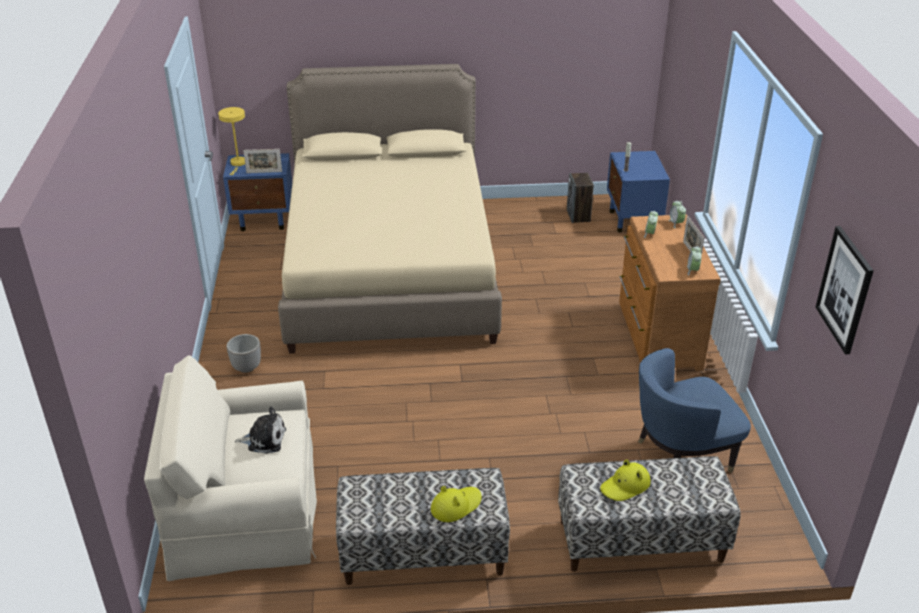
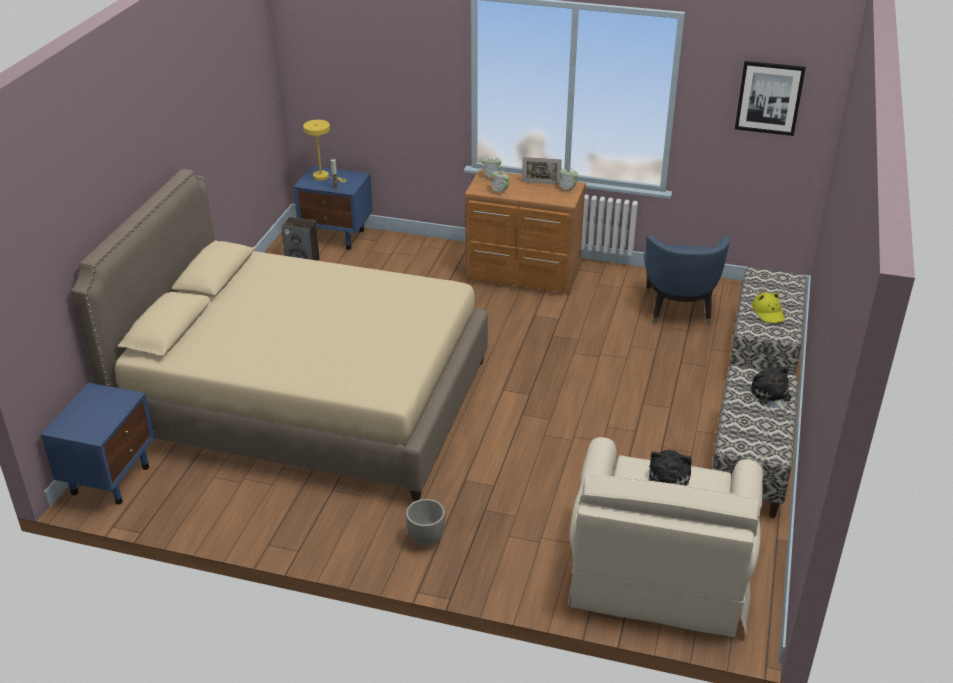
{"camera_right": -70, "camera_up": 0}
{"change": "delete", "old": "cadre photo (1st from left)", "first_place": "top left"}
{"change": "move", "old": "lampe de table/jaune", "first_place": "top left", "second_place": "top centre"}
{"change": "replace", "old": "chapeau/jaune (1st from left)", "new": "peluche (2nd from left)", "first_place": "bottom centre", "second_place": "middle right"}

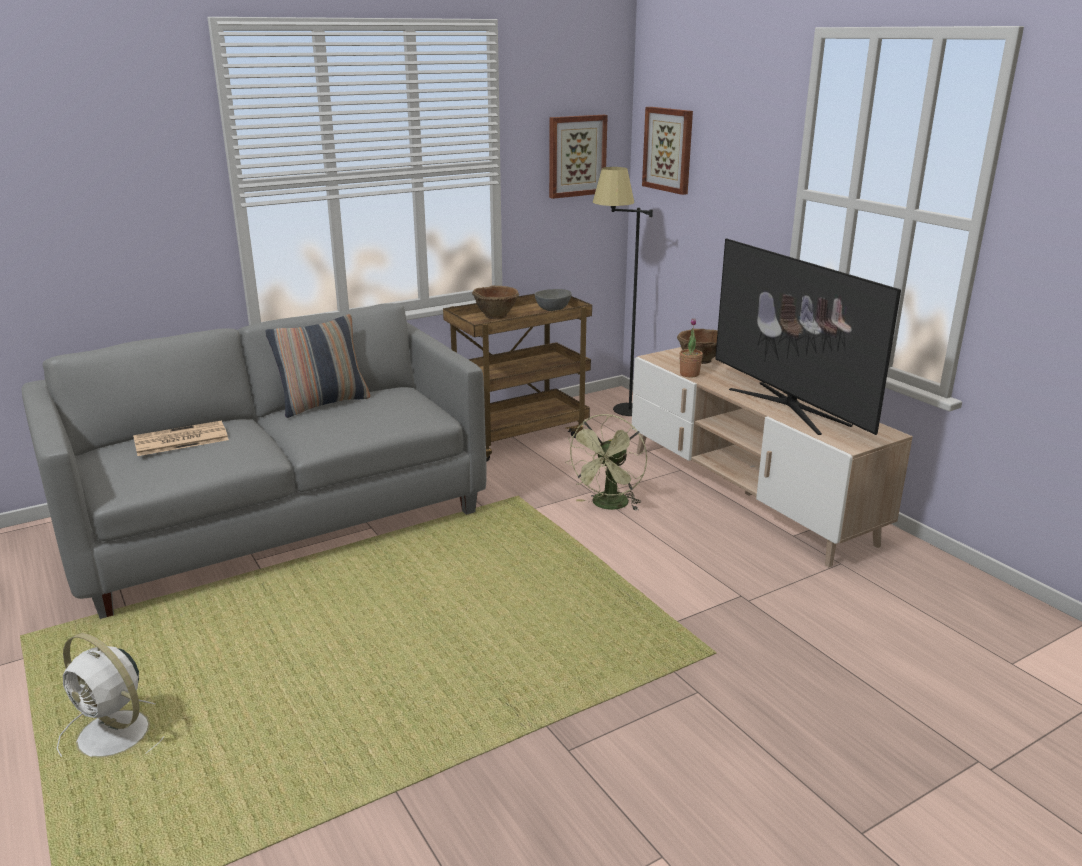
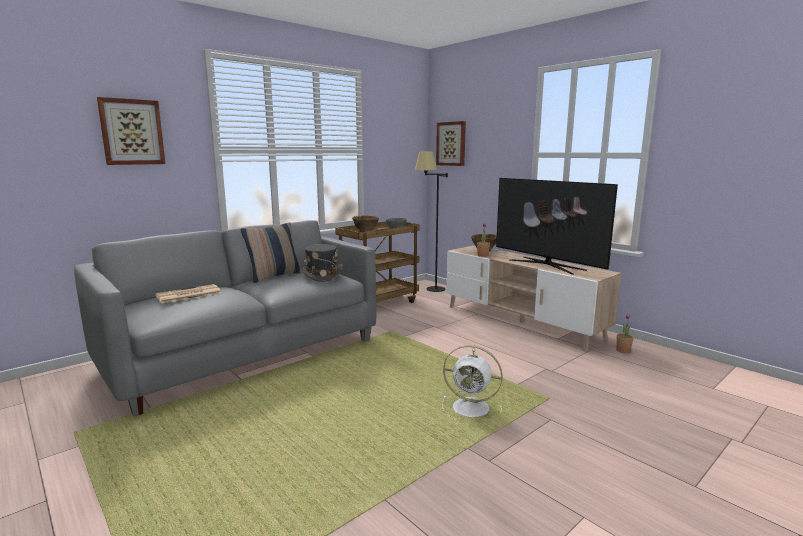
{"camera_right": -10, "camera_up": -10}
{"change": "delete", "old": "ventilateur/vert", "first_place": "centre"}
{"change": "insert", "new": "chapeau/gris", "second_place": "centre"}
{"change": "insert", "new": "plante en pot (2nd from left)", "second_place": "middle right"}
{"change": "move", "old": "ventilateur/blanc", "first_place": "bottom left", "second_place": "bottom centre"}
{"change": "move", "old": "tableau (1st from left)", "first_place": "top centre", "second_place": "top left"}

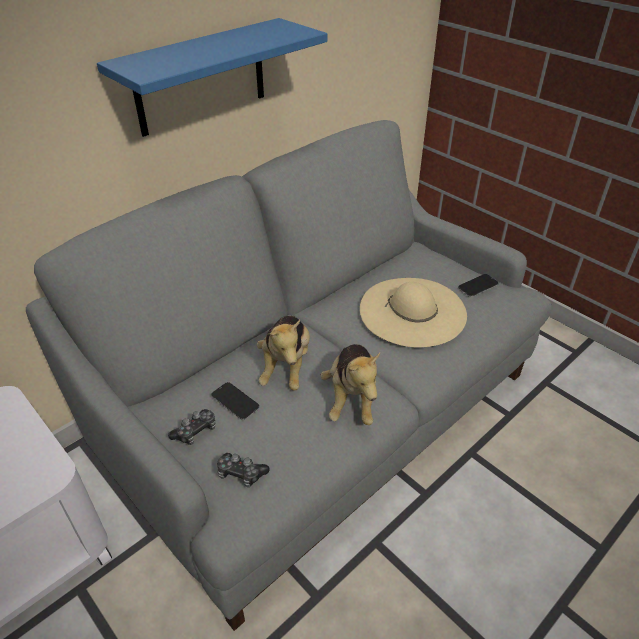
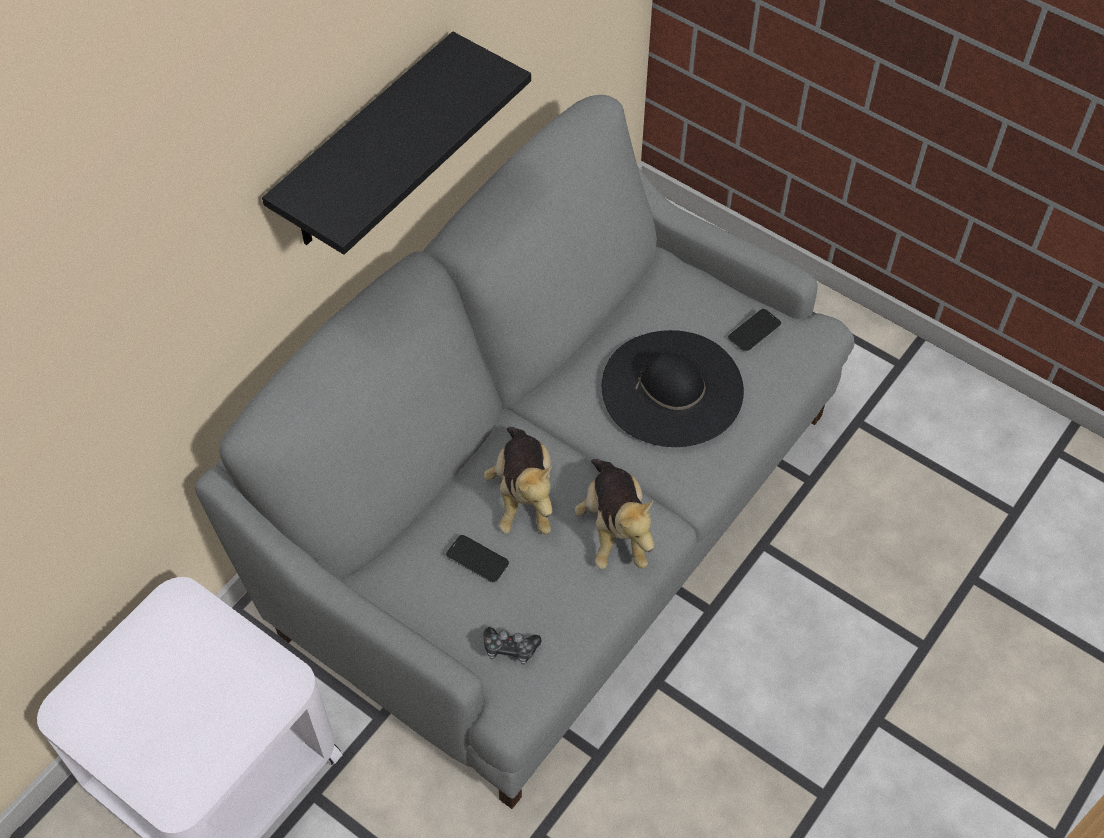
{"camera_right": -10, "camera_up": 15}
{"change": "delete", "old": "manette (1st from left)", "first_place": "bottom left"}
{"change": "recolor", "old": "étagère/bleu", "new": "étagère/noir", "first_place": "top left", "second_place": "top centre"}
{"change": "recolor", "old": "chapeau/beige", "new": "chapeau/noir", "first_place": "centre", "second_place": "centre"}

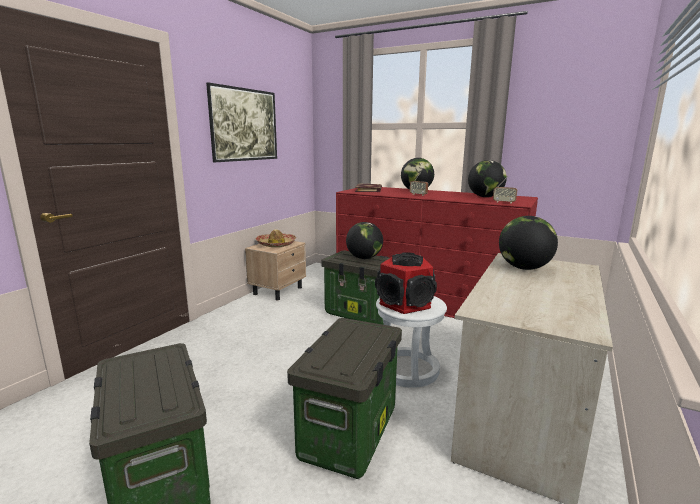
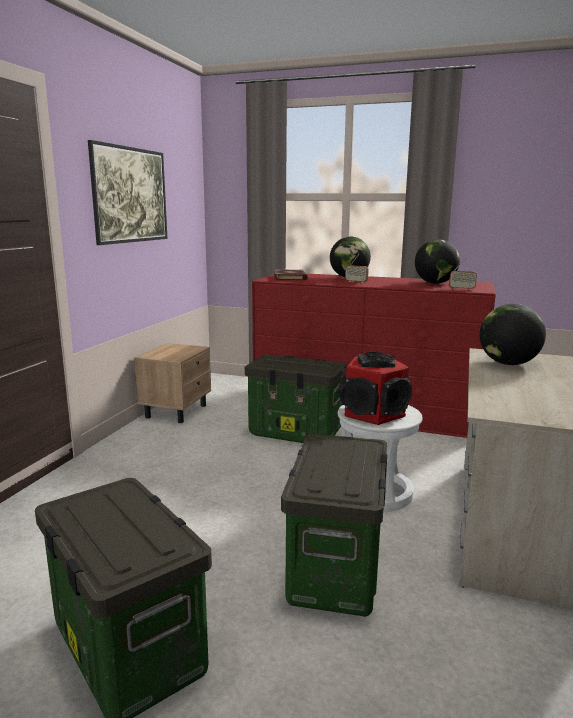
{"camera_right": -10, "camera_up": 0}
{"change": "delete", "old": "chapeau", "first_place": "centre"}
{"change": "delete", "old": "globe (1st from left)", "first_place": "centre"}

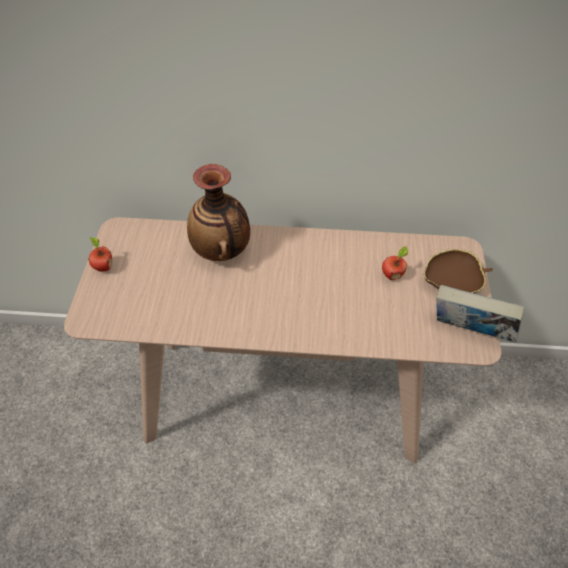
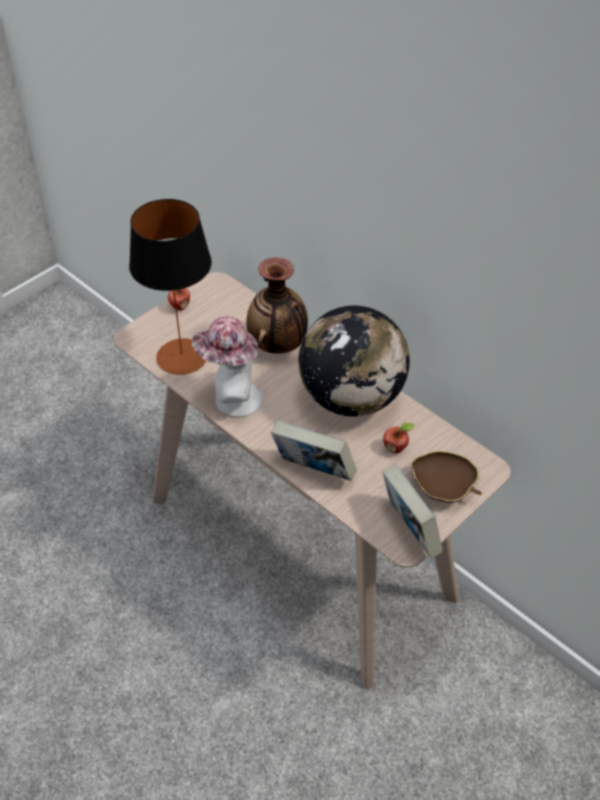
{"camera_right": 40, "camera_up": -5}
{"change": "insert", "new": "lampe de table", "second_place": "middle left"}
{"change": "insert", "new": "chapeau", "second_place": "centre"}
{"change": "insert", "new": "livre (1st from left)", "second_place": "centre"}
{"change": "insert", "new": "globe", "second_place": "centre"}

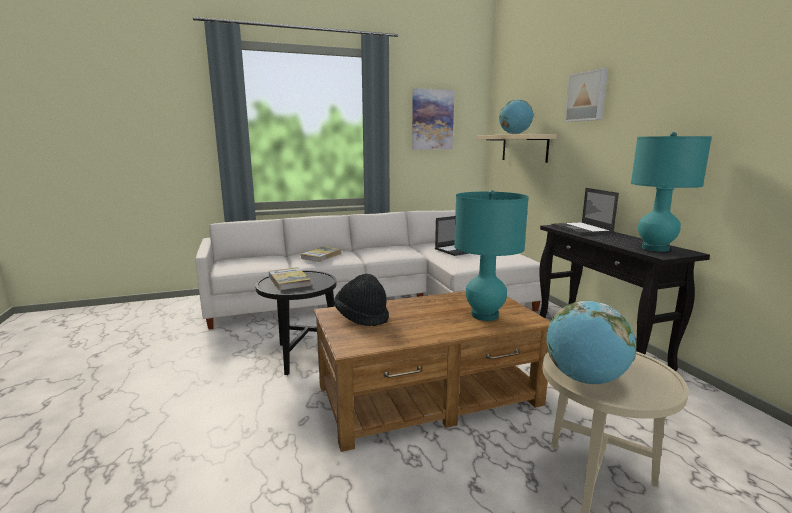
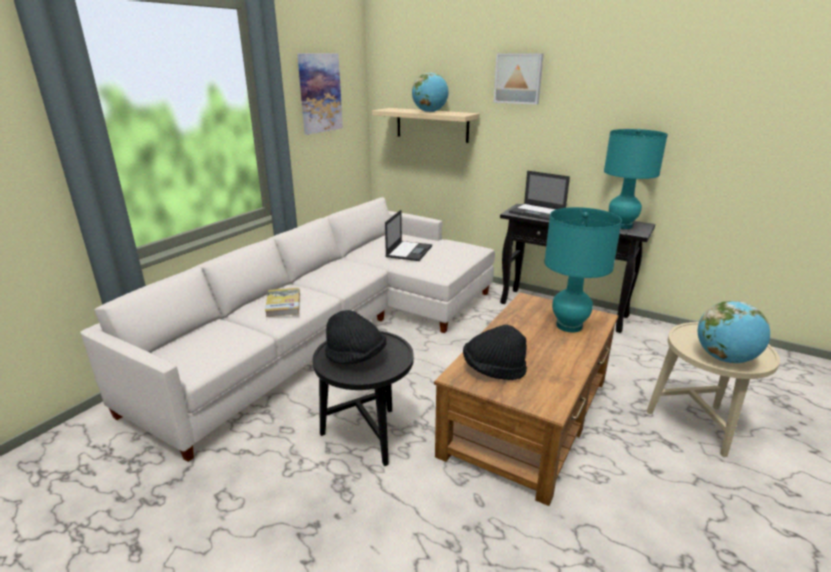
{"camera_right": -40, "camera_up": 10}
{"change": "replace", "old": "livre (1st from left)", "new": "chapeau/noir (1st from left)", "first_place": "centre", "second_place": "centre"}

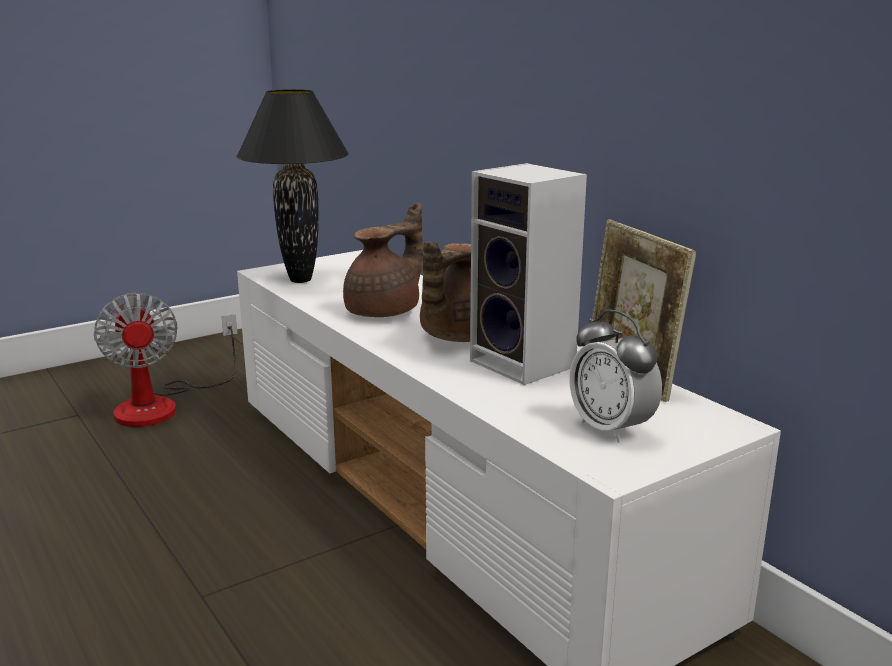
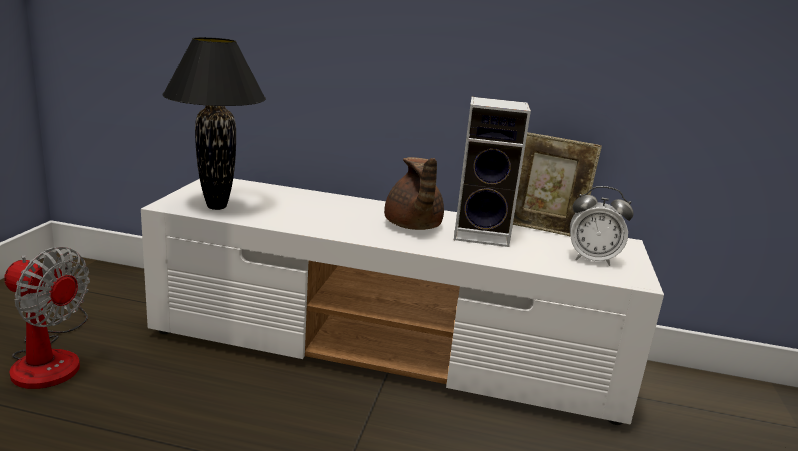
{"camera_right": -45, "camera_up": 0}
{"change": "delete", "old": "théière/marron (1st from left)", "first_place": "centre"}

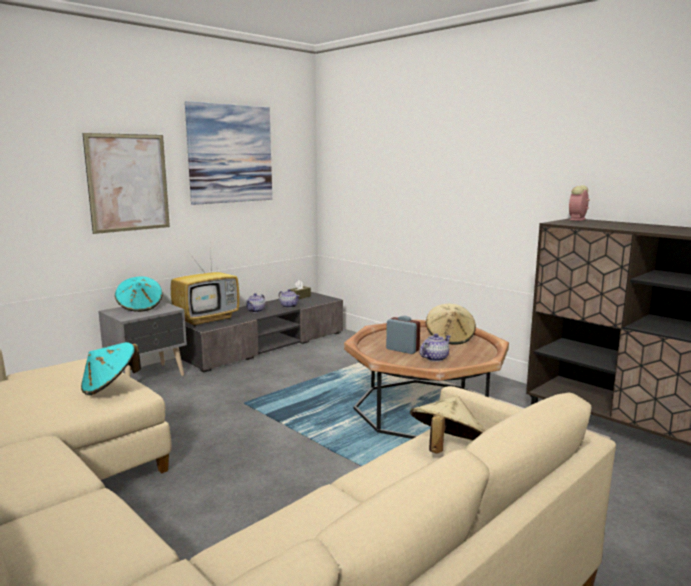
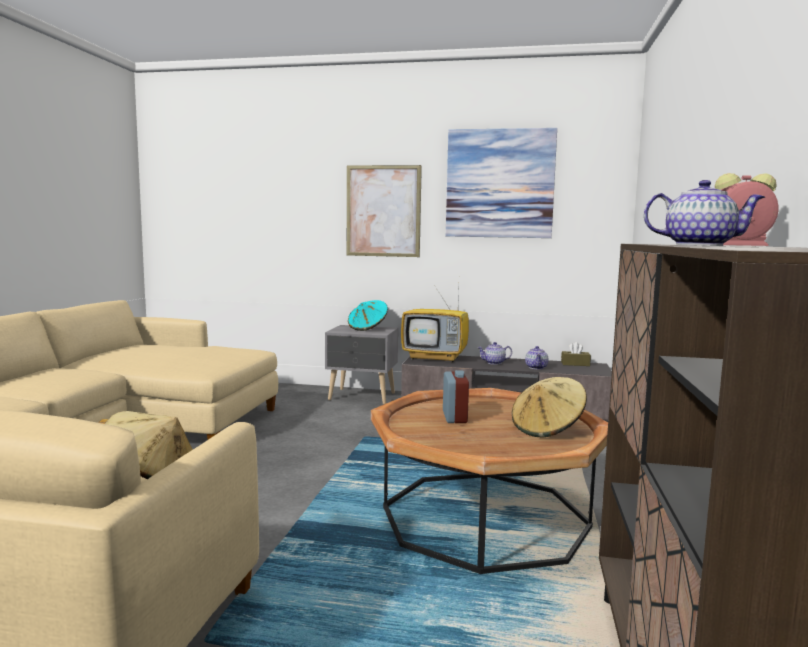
{"camera_right": 55, "camera_up": -5}
{"change": "delete", "old": "chapeau/turquoise (1st from left)", "first_place": "middle left"}
{"change": "move", "old": "théière (3rd from left)", "first_place": "centre", "second_place": "top right"}

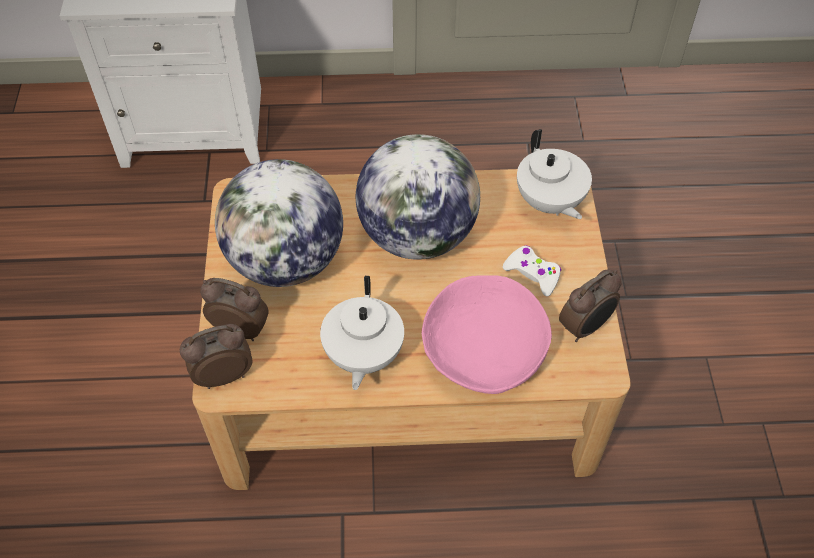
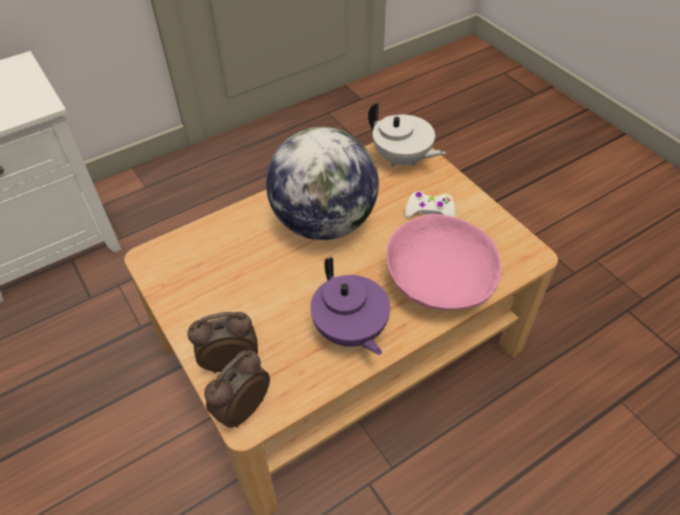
{"camera_right": -30, "camera_up": -5}
{"change": "delete", "old": "globe (1st from left)", "first_place": "centre"}
{"change": "delete", "old": "réveil (3rd from left)", "first_place": "middle right"}
{"change": "recolor", "old": "théière/blanc (1st from left)", "new": "théière/violet", "first_place": "centre", "second_place": "centre"}

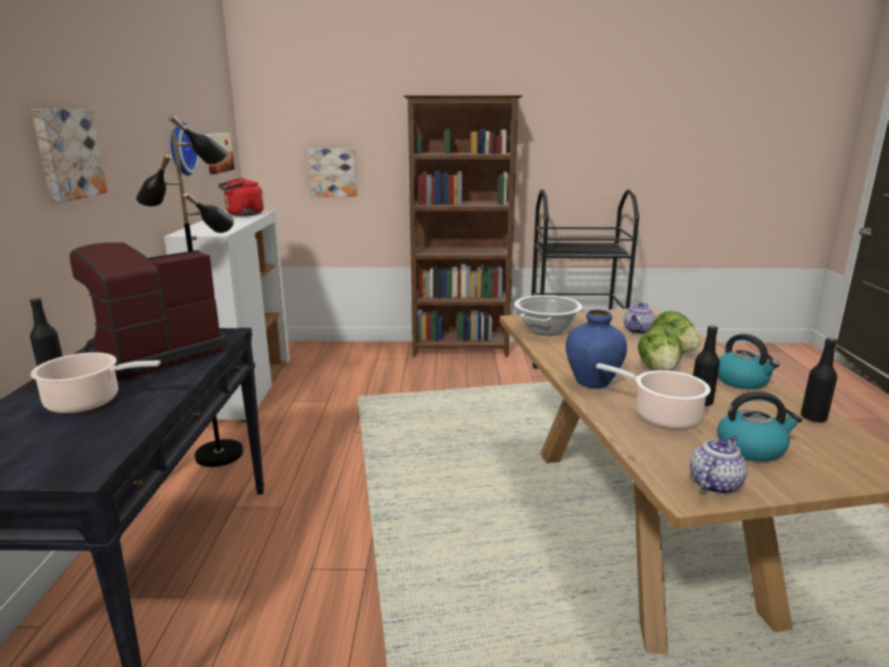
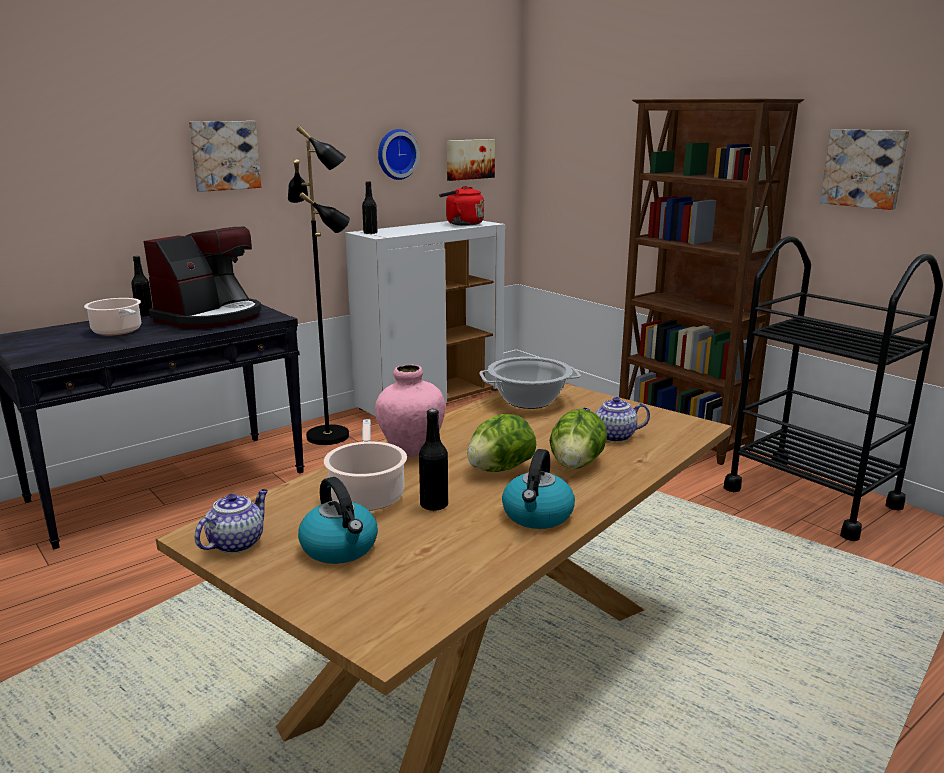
{"camera_right": 50, "camera_up": 0}
{"change": "move", "old": "tableau (3rd from left)", "first_place": "top centre", "second_place": "top right"}
{"change": "move", "old": "bouteille/noir (3rd from left in the first image)", "new": "bouteille/noir (2nd from left)", "first_place": "middle right", "second_place": "top centre"}
{"change": "recolor", "old": "vase/bleu", "new": "vase/rose", "first_place": "middle right", "second_place": "centre"}
{"change": "rotate", "old": "machine à café", "first_place": "middle left", "second_place": "middle left", "degrees": 120}
{"change": "rotate", "old": "théière (2nd from left in the first image)", "first_place": "bottom right", "second_place": "bottom left", "degrees": -60}

